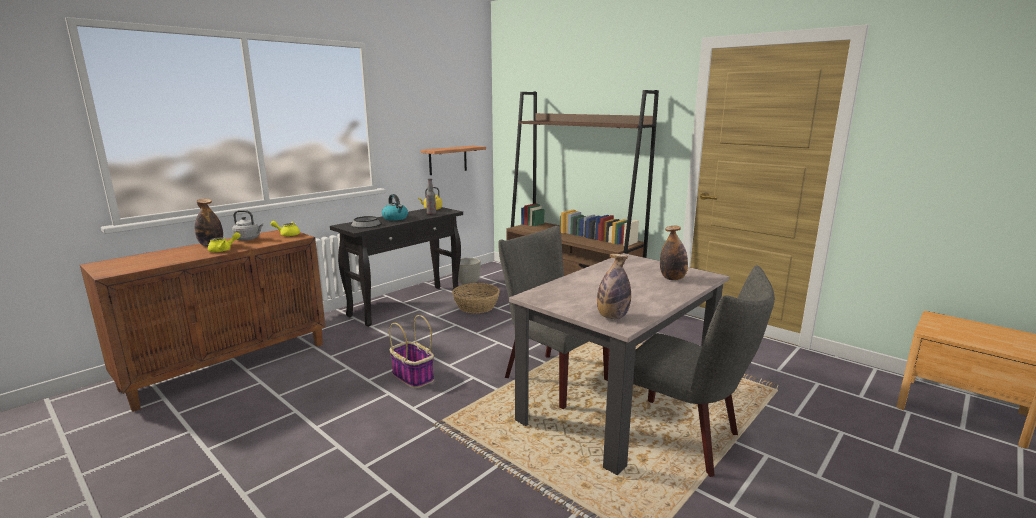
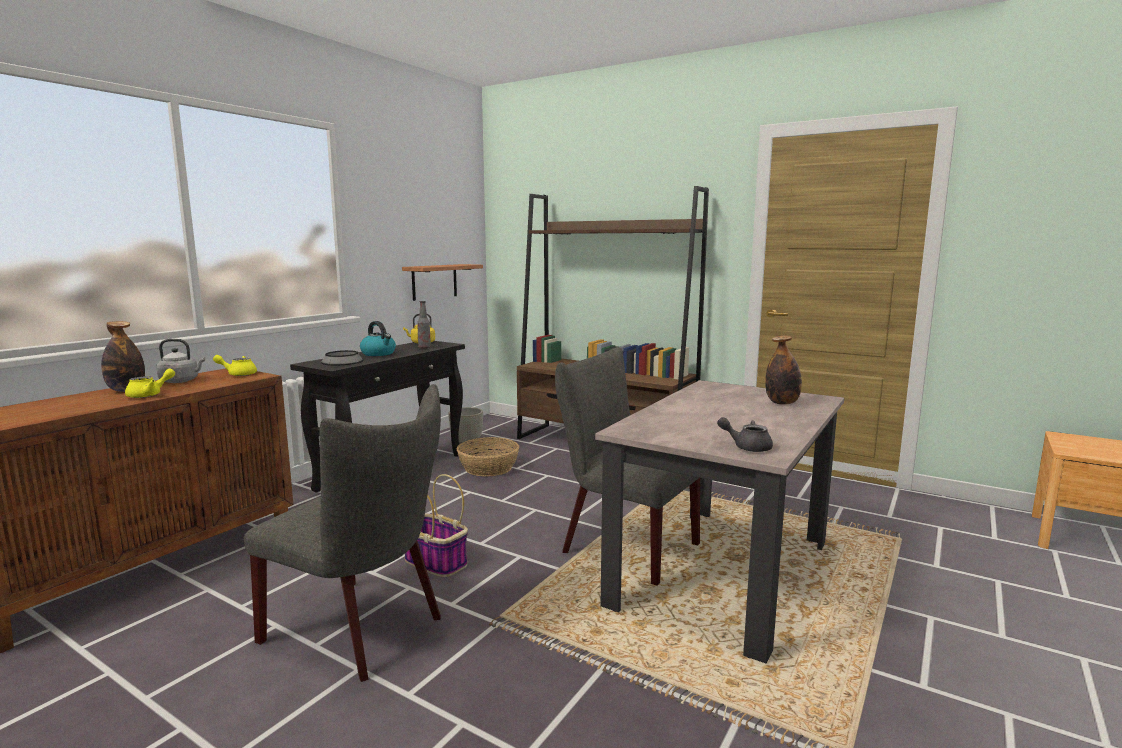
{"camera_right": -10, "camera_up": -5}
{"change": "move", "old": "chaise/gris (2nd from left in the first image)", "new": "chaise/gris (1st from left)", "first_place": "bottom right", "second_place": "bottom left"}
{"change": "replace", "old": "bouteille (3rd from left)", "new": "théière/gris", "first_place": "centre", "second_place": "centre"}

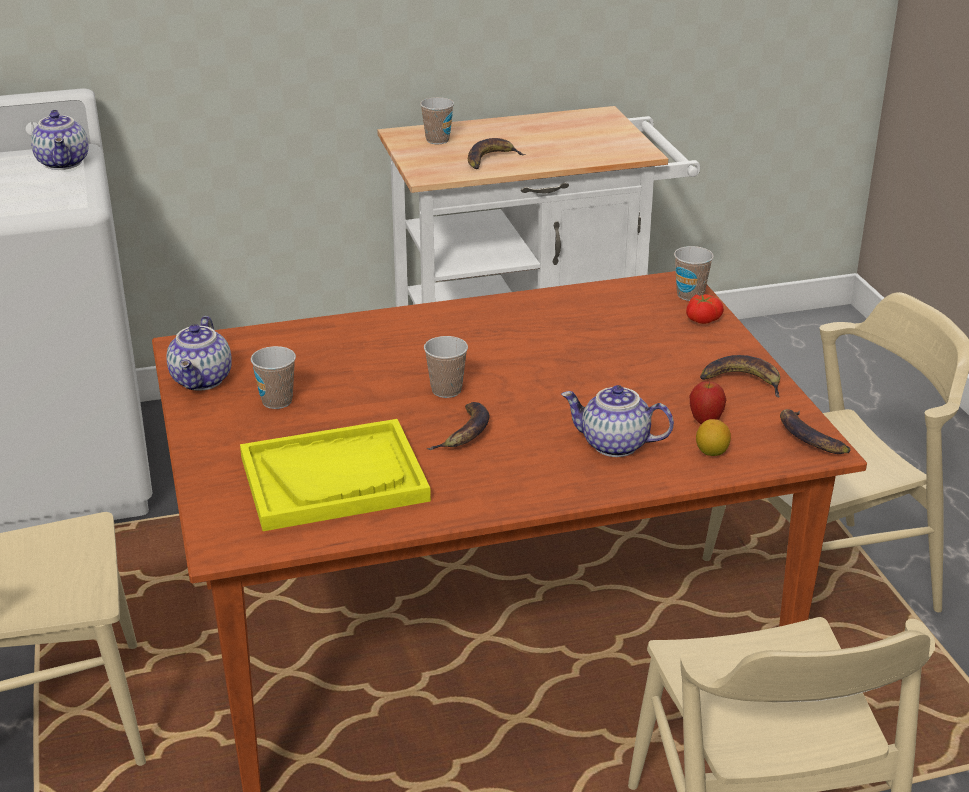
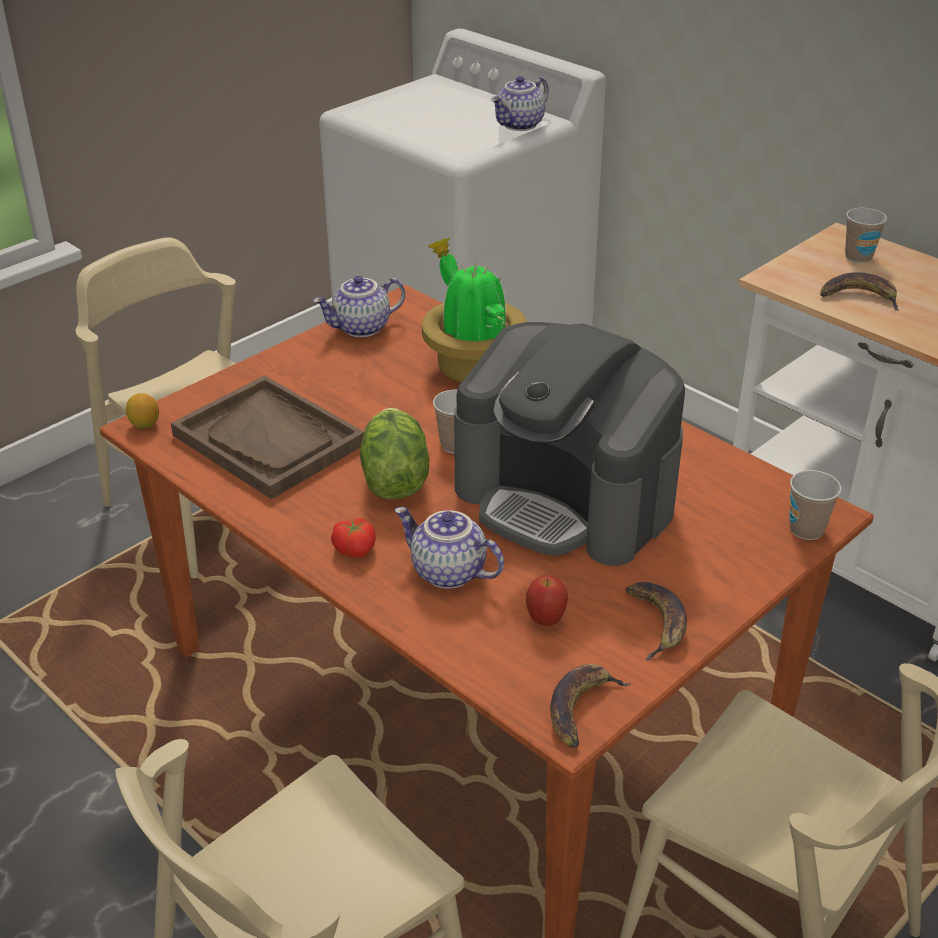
{"camera_right": 60, "camera_up": 5}
{"change": "delete", "old": "tasse (1st from left)", "first_place": "middle left"}
{"change": "insert", "new": "plante en pot", "second_place": "top centre"}
{"change": "insert", "new": "machine à café", "second_place": "centre"}
{"change": "move", "old": "tomate", "first_place": "middle right", "second_place": "centre"}
{"change": "move", "old": "citron", "first_place": "middle right", "second_place": "middle left"}
{"change": "replace", "old": "banane (1st from left)", "new": "laitue", "first_place": "centre", "second_place": "centre"}
{"change": "recolor", "old": "plateau/jaune", "new": "plateau/marron", "first_place": "centre", "second_place": "middle left"}
{"change": "rotate", "old": "théière (3rd from left in the first image)", "first_place": "centre", "second_place": "centre", "degrees": -45}

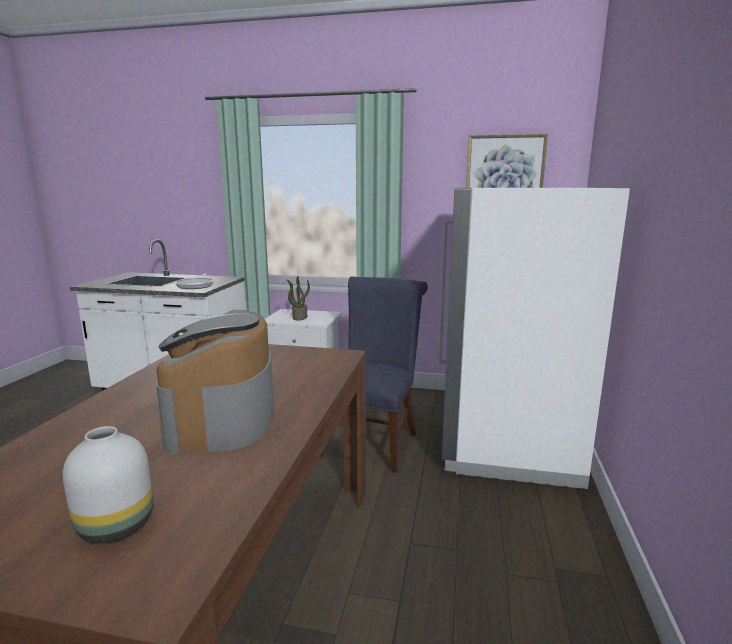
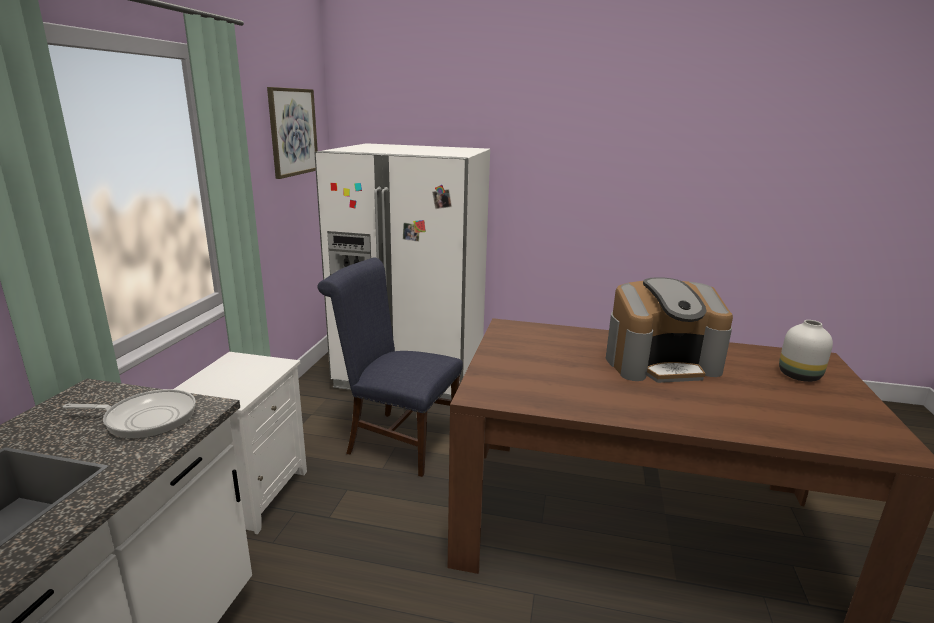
{"camera_right": -90, "camera_up": 5}
{"change": "delete", "old": "plante en pot", "first_place": "centre"}

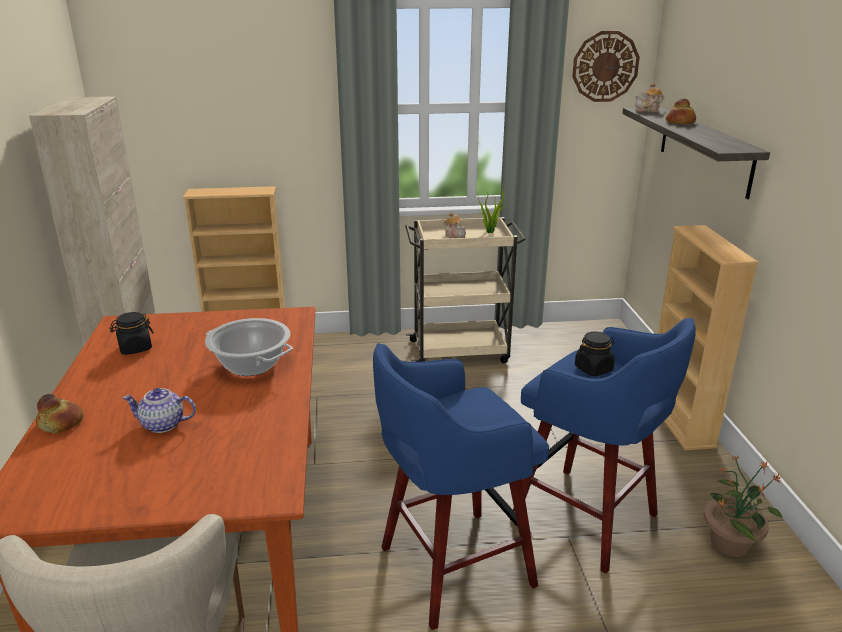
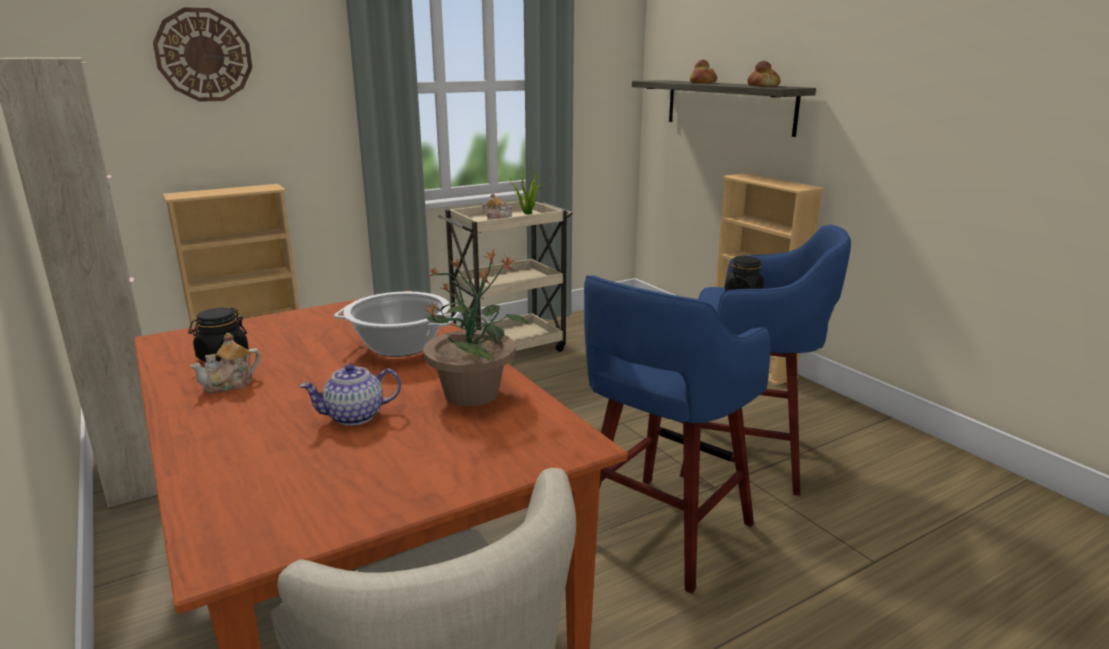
{"camera_right": -25, "camera_up": -5}
{"change": "move", "old": "pain (1st from left in the first image)", "new": "pain (2nd from left)", "first_place": "middle left", "second_place": "top right"}
{"change": "move", "old": "horloge murale", "first_place": "top right", "second_place": "top left"}
{"change": "move", "old": "théière (3rd from left in the first image)", "new": "théière (1st from left)", "first_place": "top right", "second_place": "middle left"}
{"change": "move", "old": "plante en pot (2nd from left in the first image)", "new": "plante en pot (1st from left)", "first_place": "bottom right", "second_place": "centre"}

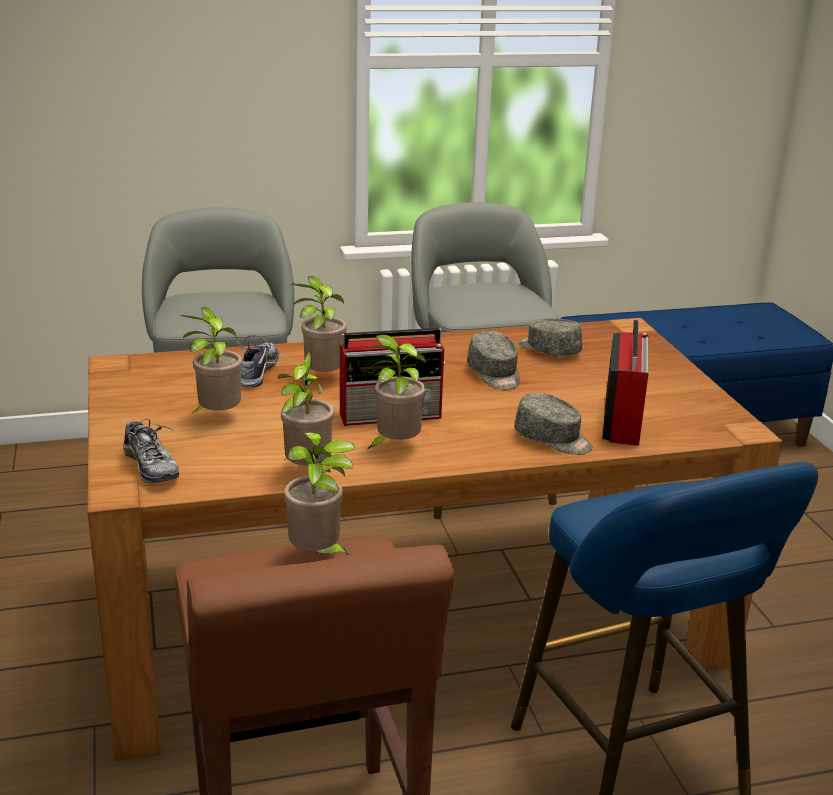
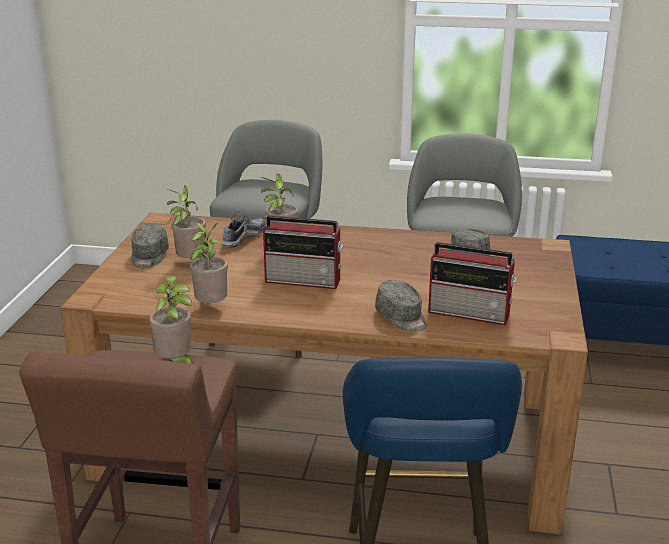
{"camera_right": 25, "camera_up": 0}
{"change": "delete", "old": "chaussure (1st from left)", "first_place": "middle left"}
{"change": "delete", "old": "plante en pot (5th from left)", "first_place": "centre"}
{"change": "move", "old": "casquette/gris (1st from left)", "first_place": "centre", "second_place": "middle left"}
{"change": "rotate", "old": "radio (2nd from left)", "first_place": "middle right", "second_place": "middle right", "degrees": 75}

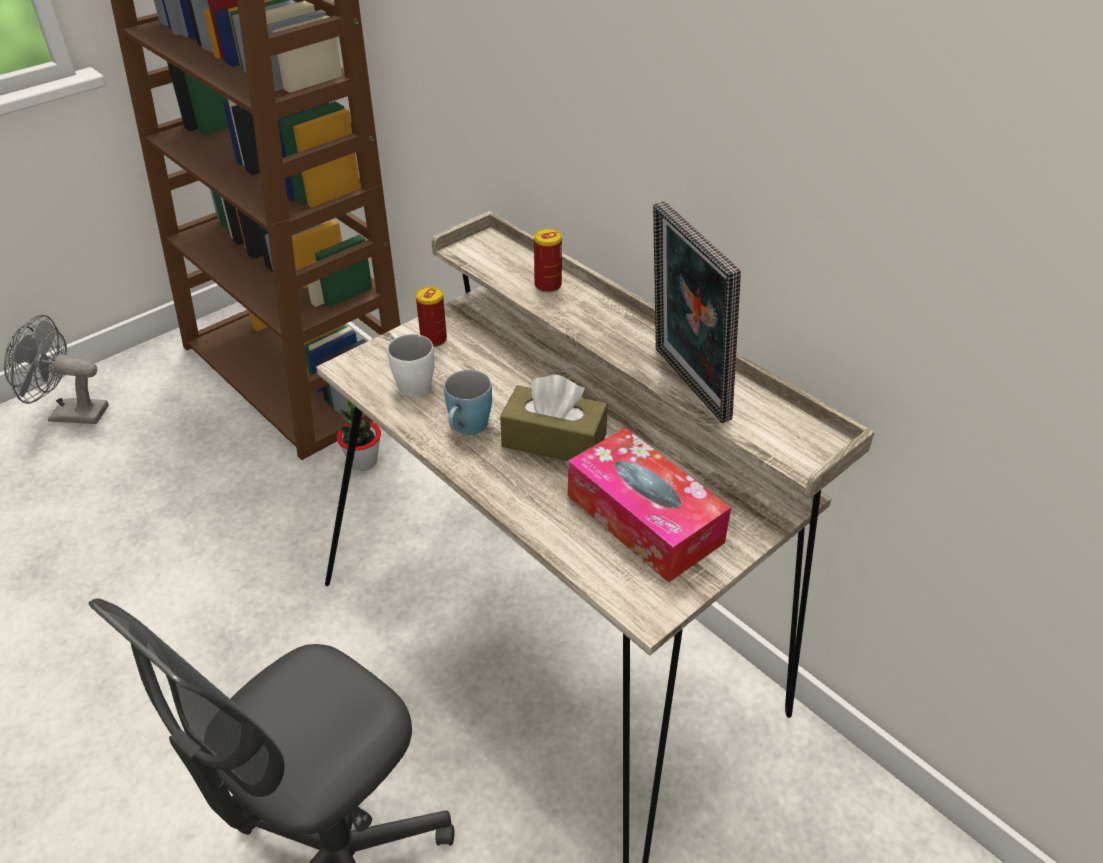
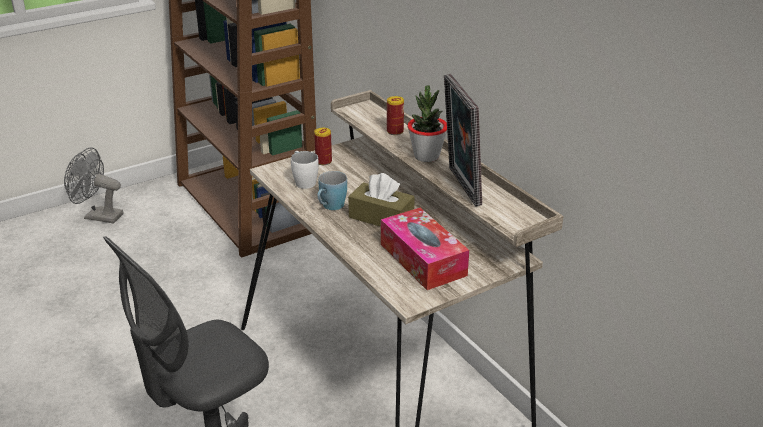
{"camera_right": 10, "camera_up": -10}
{"change": "move", "old": "plante en pot", "first_place": "middle left", "second_place": "top centre"}

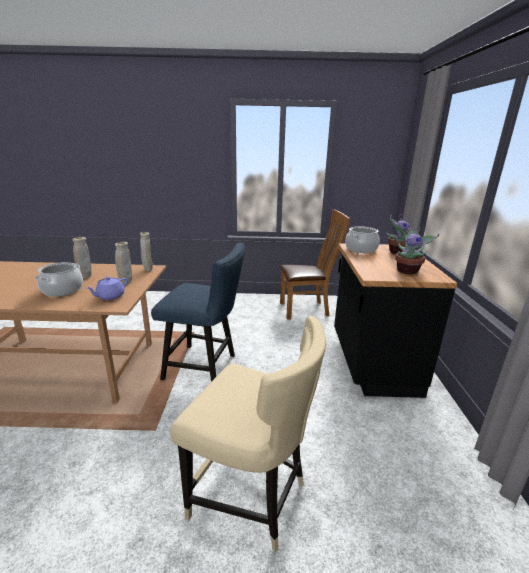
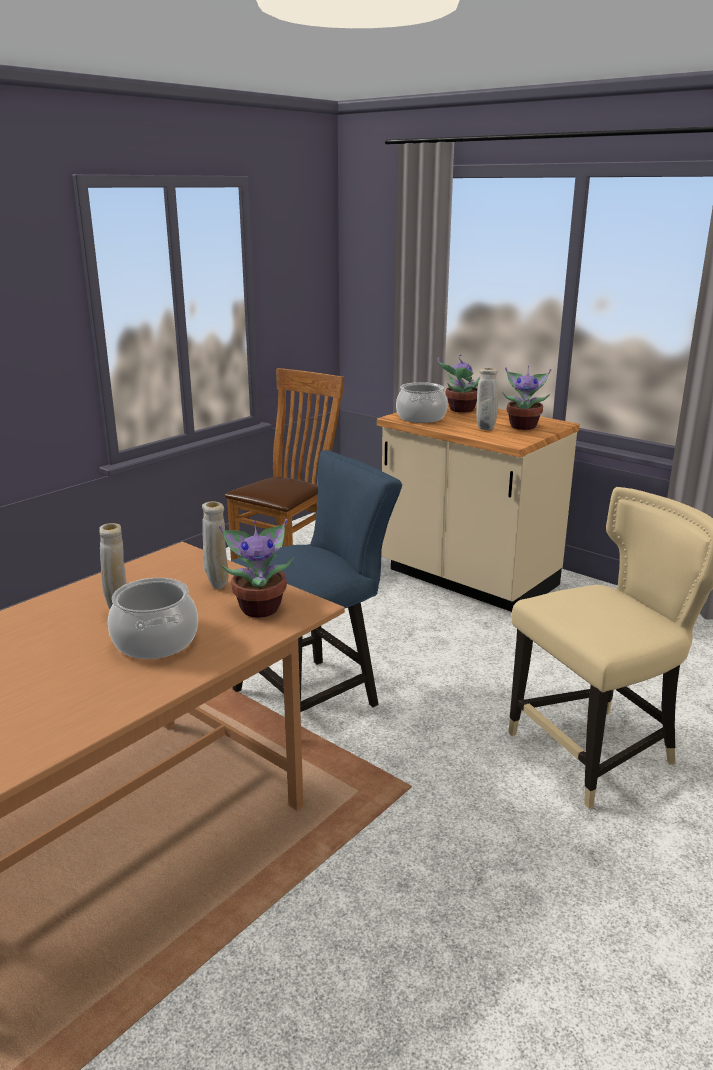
{"camera_right": -50, "camera_up": 0}
{"change": "move", "old": "vase/beige (3rd from left)", "first_place": "middle left", "second_place": "middle right"}
{"change": "replace", "old": "théière/violet", "new": "plante en pot (1st from left)", "first_place": "middle left", "second_place": "centre"}
{"change": "recolor", "old": "comptoir de cuisine/noir", "new": "comptoir de cuisine/beige", "first_place": "middle right", "second_place": "middle right"}

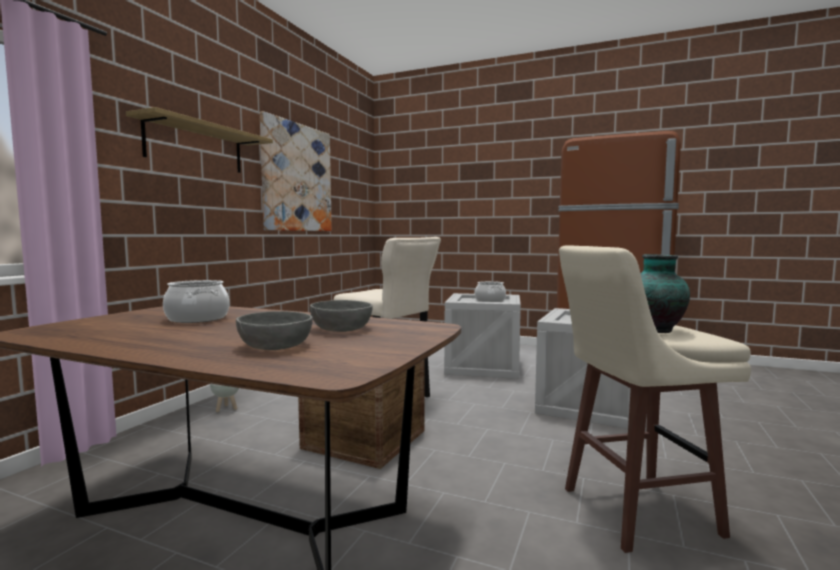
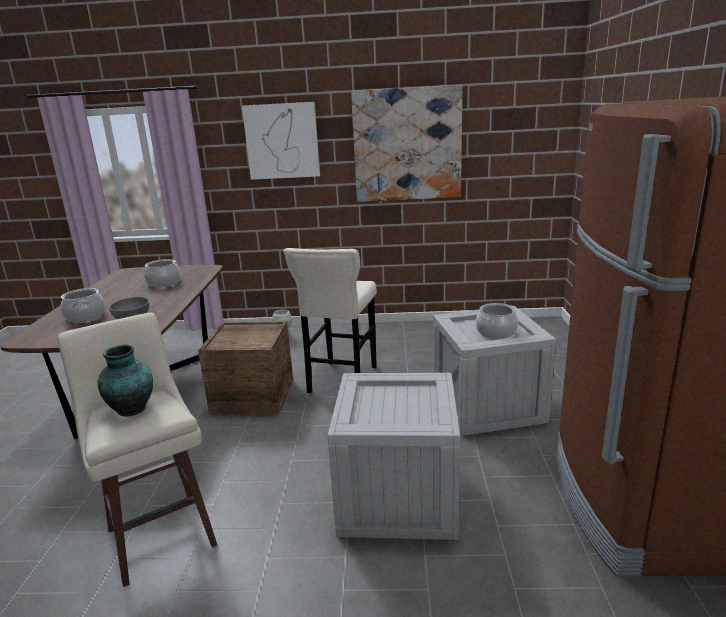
{"camera_right": 70, "camera_up": 15}
{"change": "replace", "old": "étagère", "new": "tableau (1st from left)", "first_place": "top left", "second_place": "top centre"}
{"change": "replace", "old": "bol/gris (1st from left)", "new": "marmite (1st from left)", "first_place": "middle left", "second_place": "middle left"}

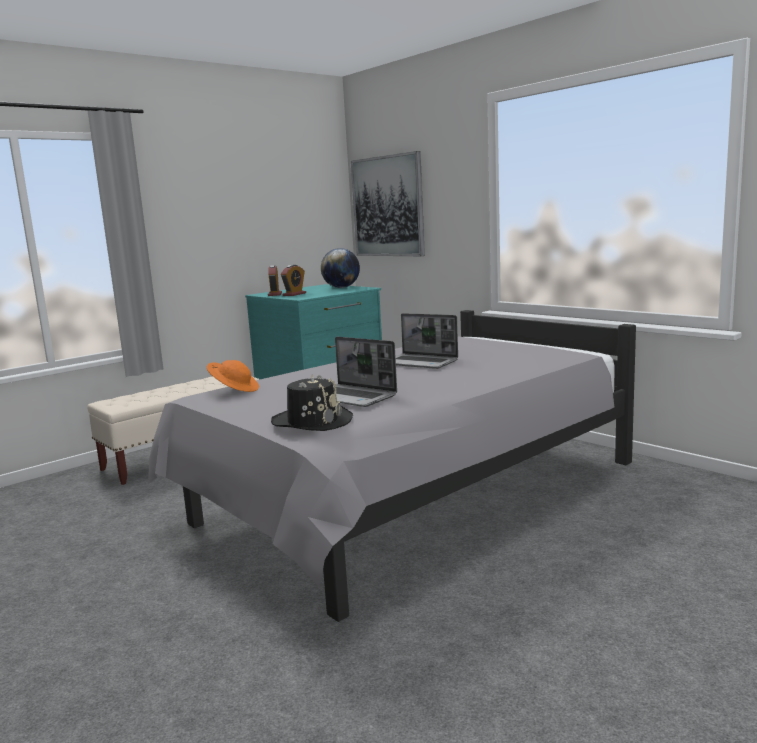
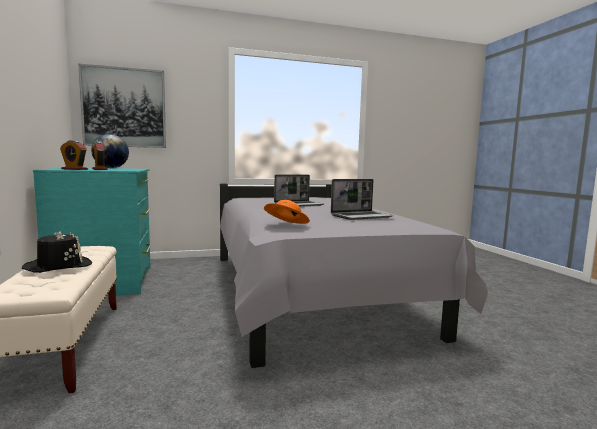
{"camera_right": -65, "camera_up": -5}
{"change": "move", "old": "chapeau/noir", "first_place": "centre", "second_place": "middle left"}

